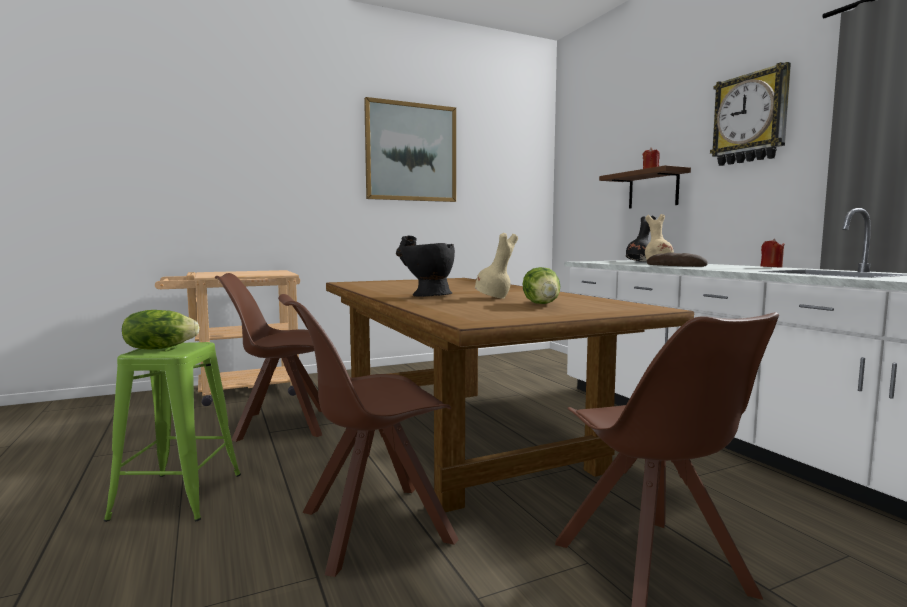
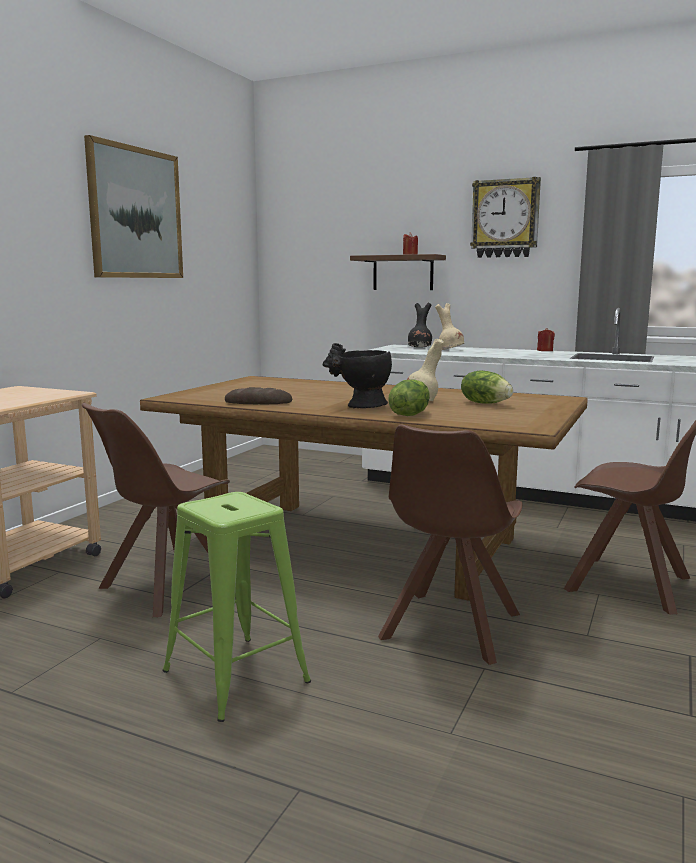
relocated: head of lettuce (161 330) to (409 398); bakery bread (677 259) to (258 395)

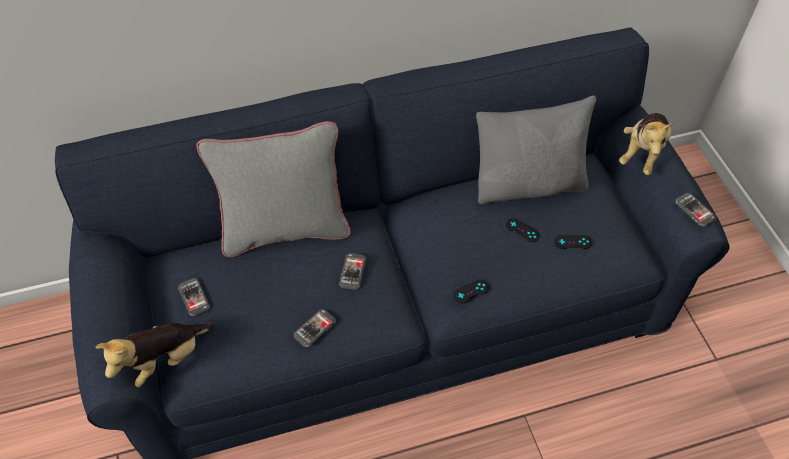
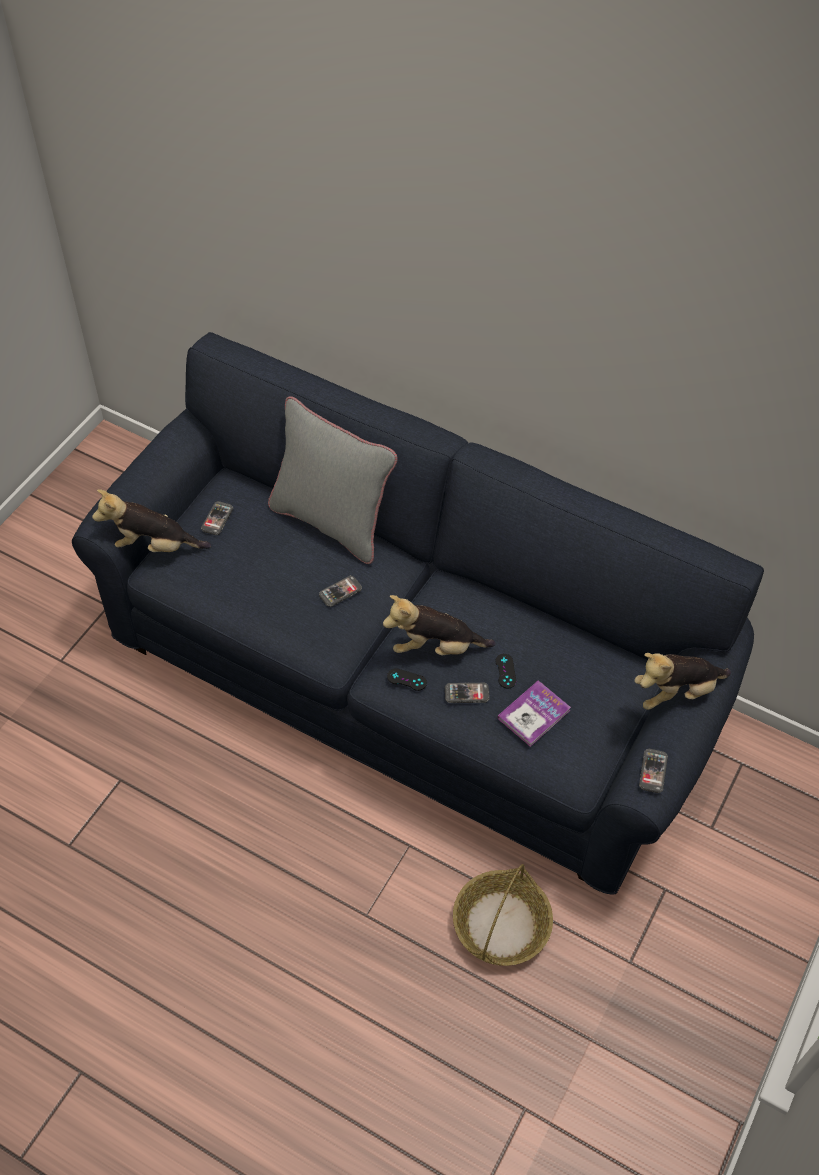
missing: cushion (greyish) (536 149)
appeared: cuddly toy (439 625); storage basket (503 915)
relocated: handset (315 328) to (467 693)
exchanged: game controller (black-coloured) (573 242) to book (534 713)

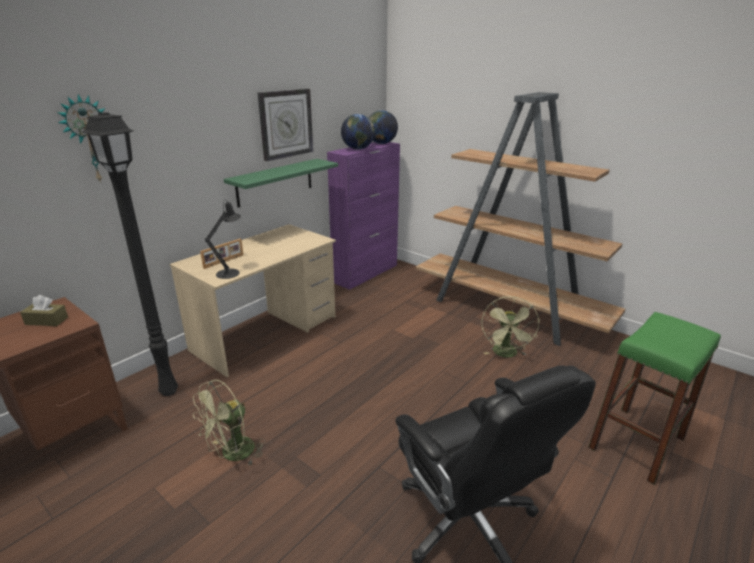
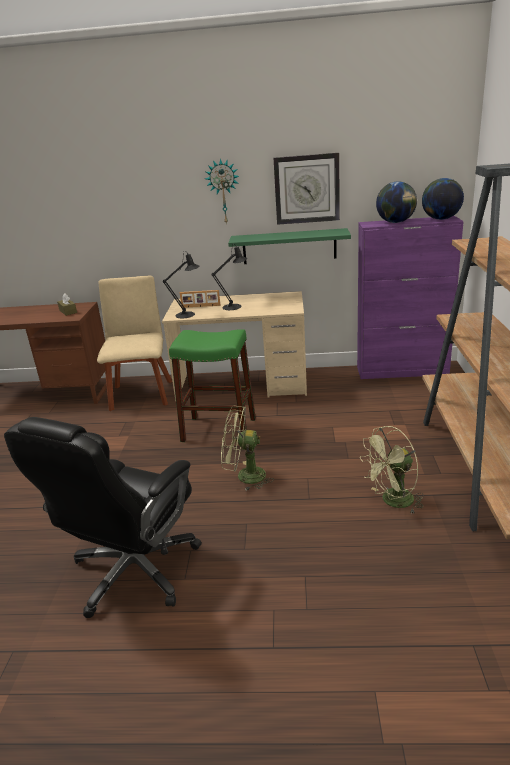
appeared: lamp for a table (black-coloured) (229 277)
relocated: wall clock (81 138) to (222 191); fan (green-coloured) (229 422) to (247 448); stool (green-coloured) (654 398) to (212 385)
exchanged: standing lamp (black-coloured) (130 254) to chair (sand-coloured) (134 343)

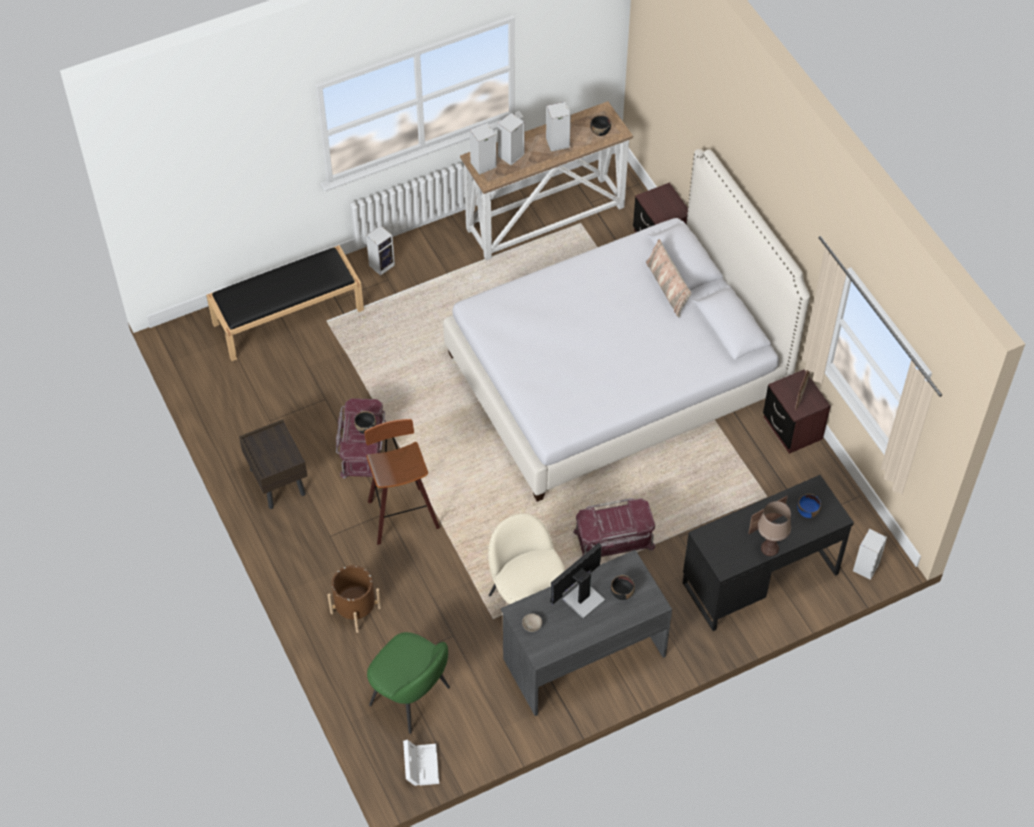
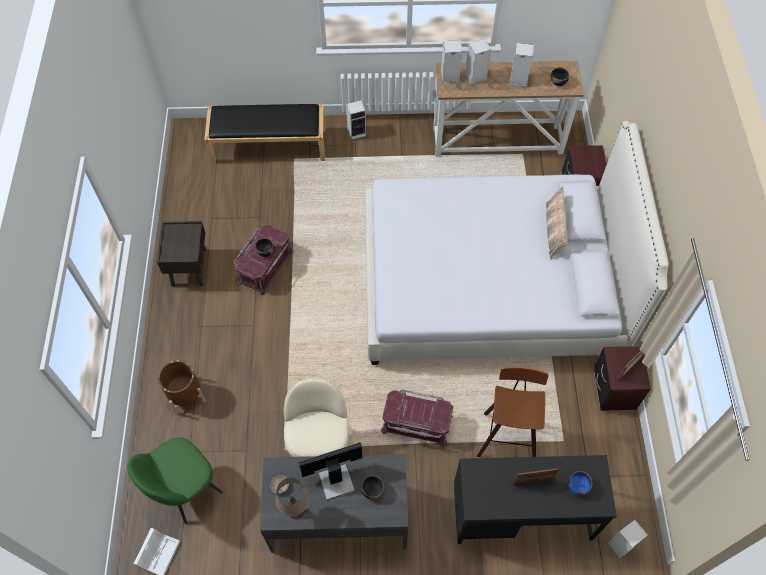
relocated: stool (402 482) to (513 412); lamp for a table (brownish) (774 528) to (292 498)
spun: chair (green-coloured) (408 683) = (175 480) 75 degrees clockwise

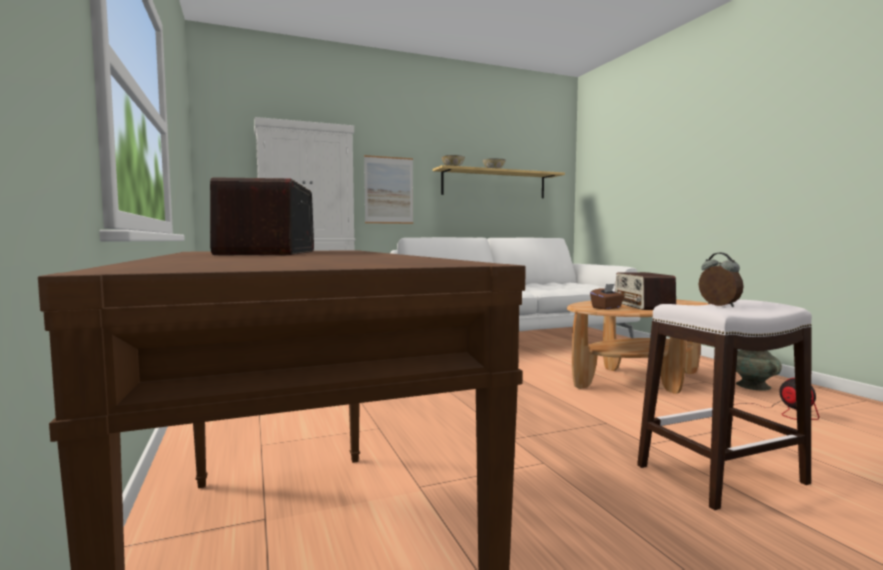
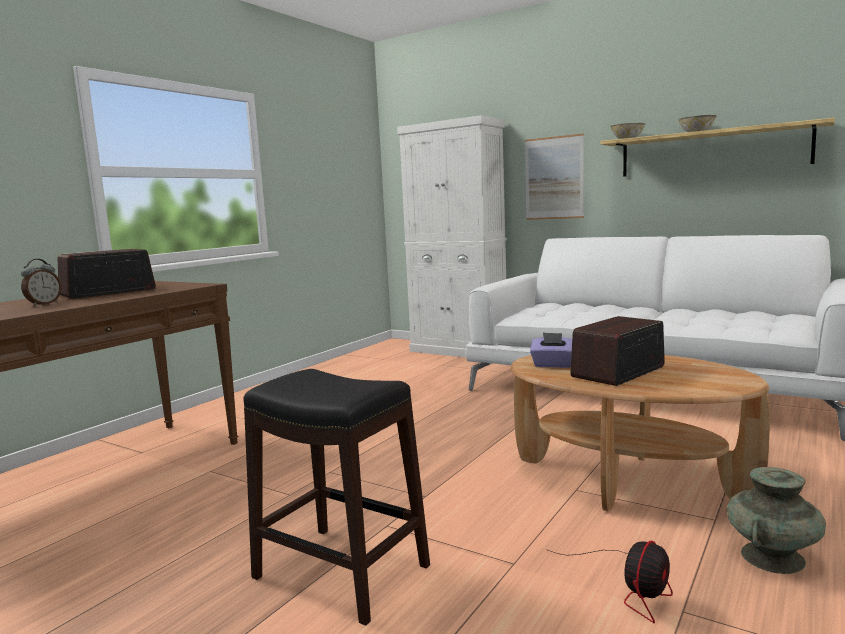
relocated: table clock (721 279) to (41 282)
colour: tissue box (brownish) (607 297) to tissue box (purple-coloured) (551 350); stool (whitish) (724 405) to stool (black-coloured) (336 497)

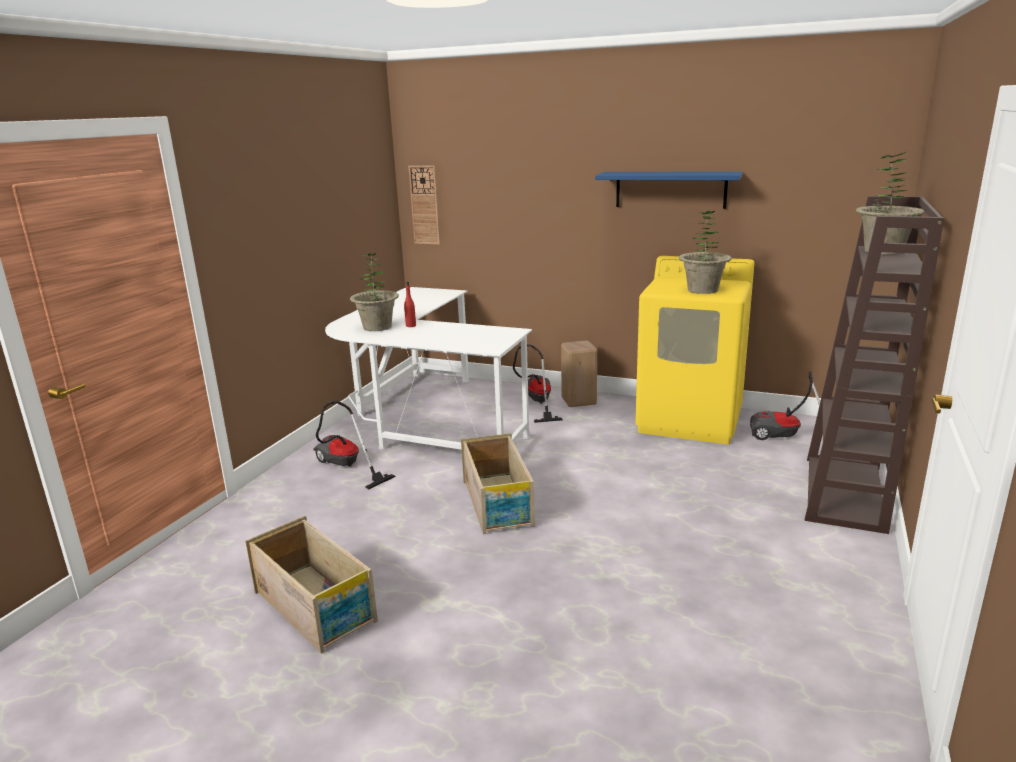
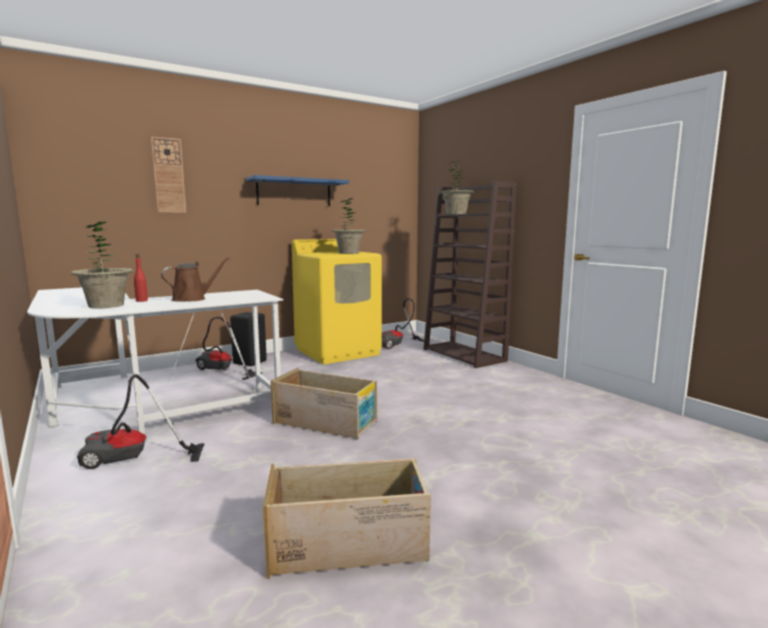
appeared: watering pot (brownish) (195 279)
relocated: wall clock (424 205) to (168 174)
colour: stool (sand-coloured) (579 374) to stool (black-coloured) (248 339)

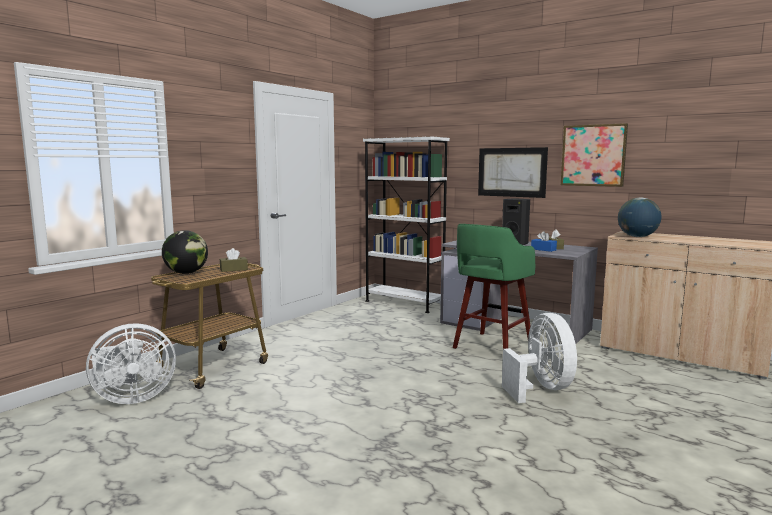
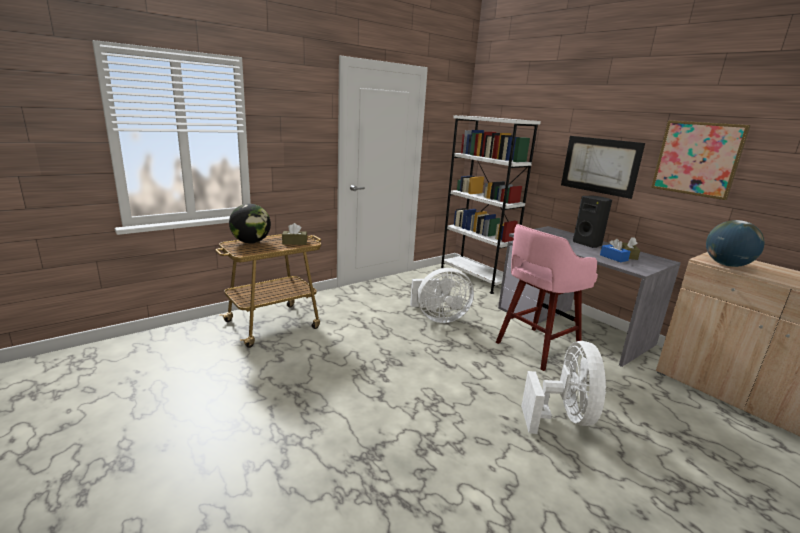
relocated: fan (whitish) (131 363) to (442 295)
colour: stool (green-coloured) (494 286) to stool (pinkish) (547 297)

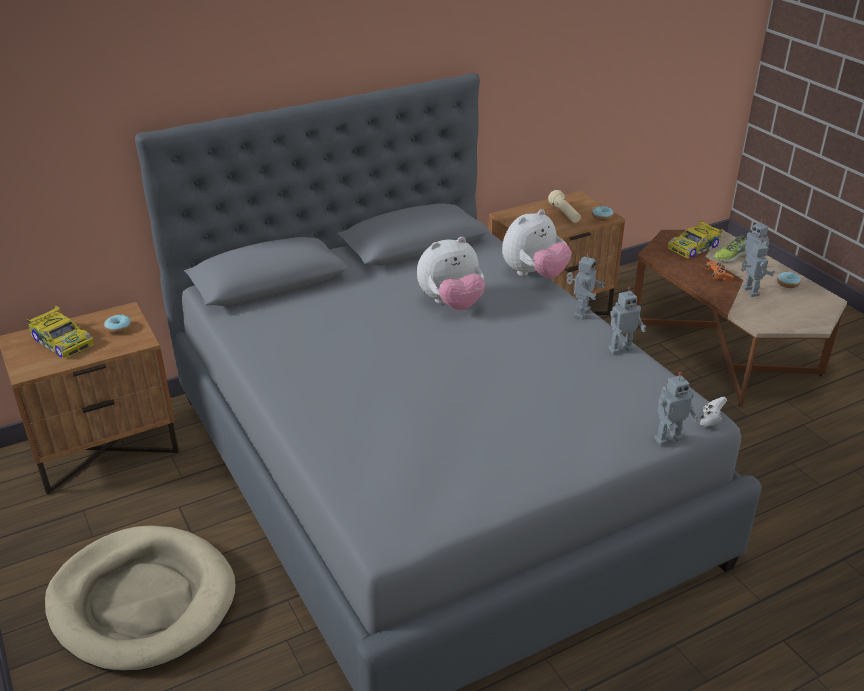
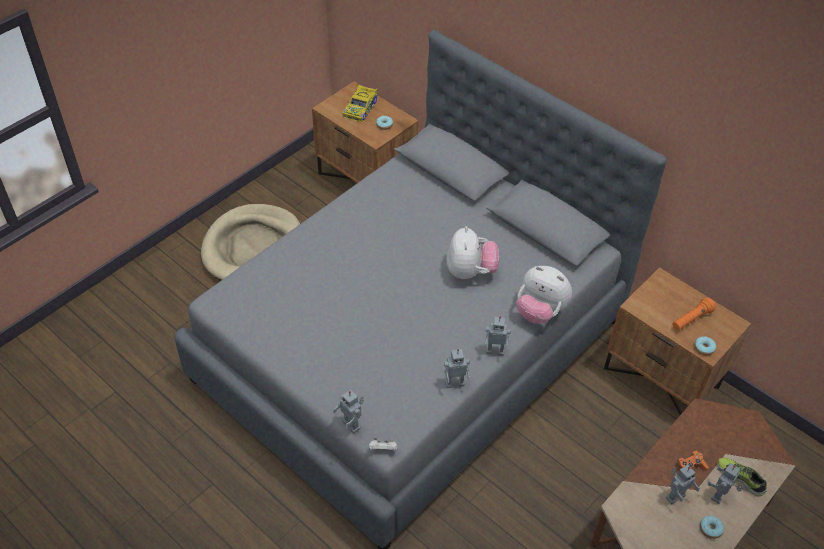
missing: model car (695 239)
colour: hand torch (sand-coloured) (564 206) to hand torch (orangey) (694 314)
spun: cuddly toy (451 273) = (472 252) 135 degrees counterclockwise; robot figure (627 320) = (457 368) 60 degrees counterclockwise

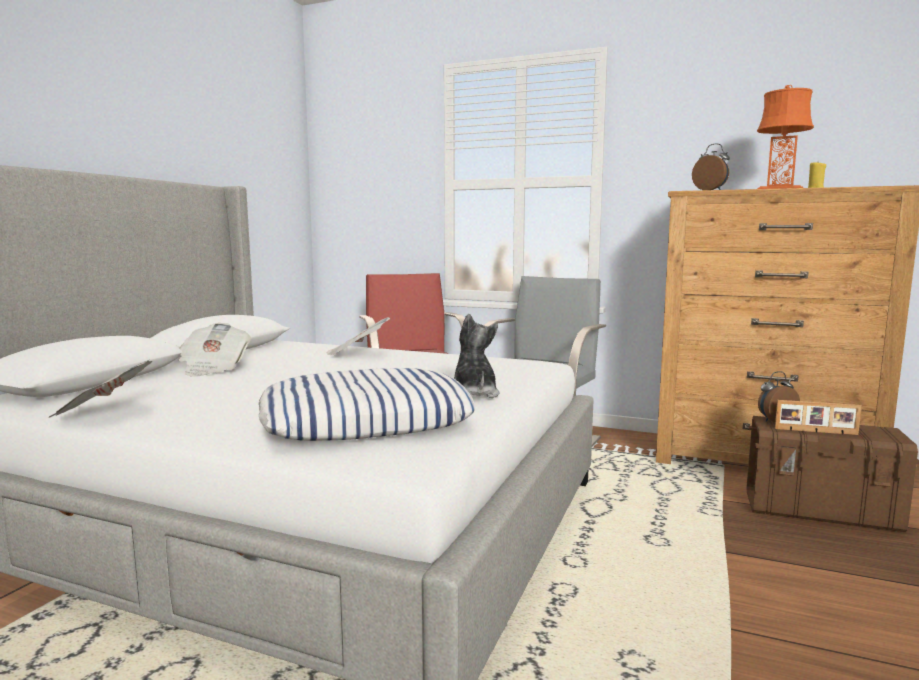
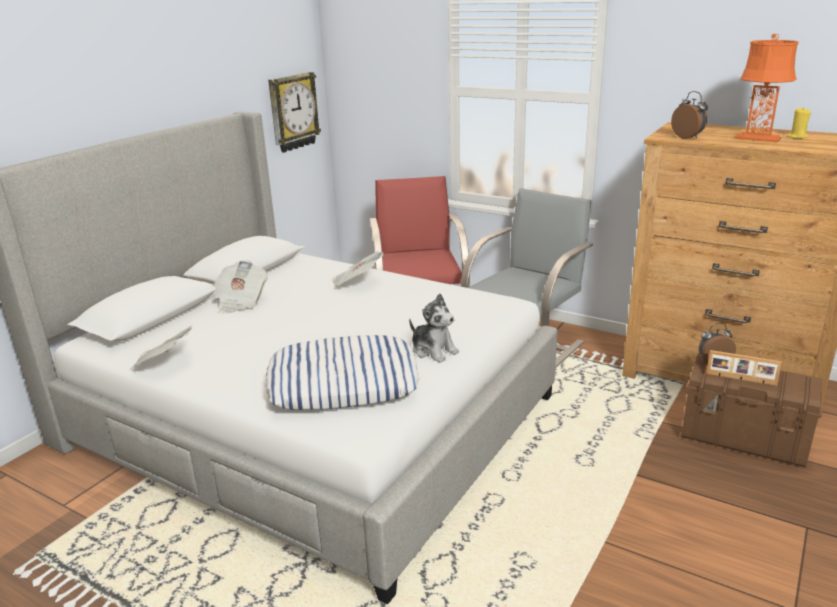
appeared: wall clock (294 112)
spun: cuddly toy (477 356) = (434 328) 135 degrees clockwise

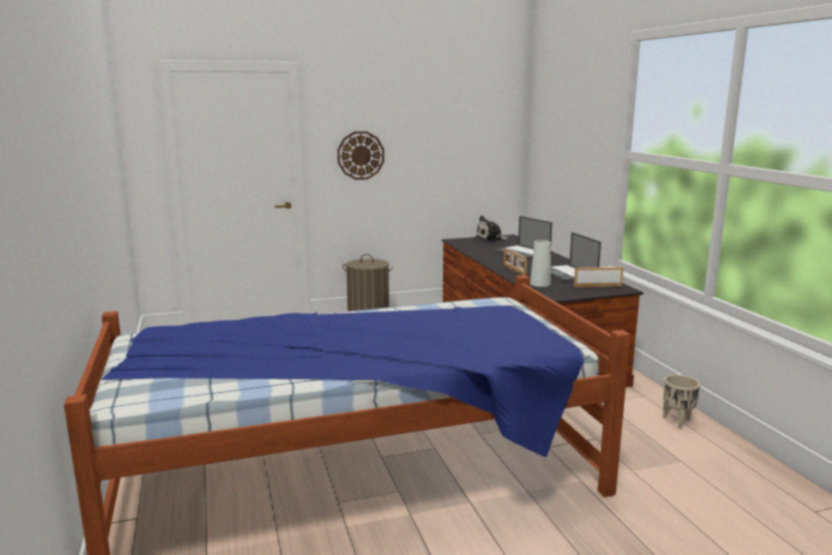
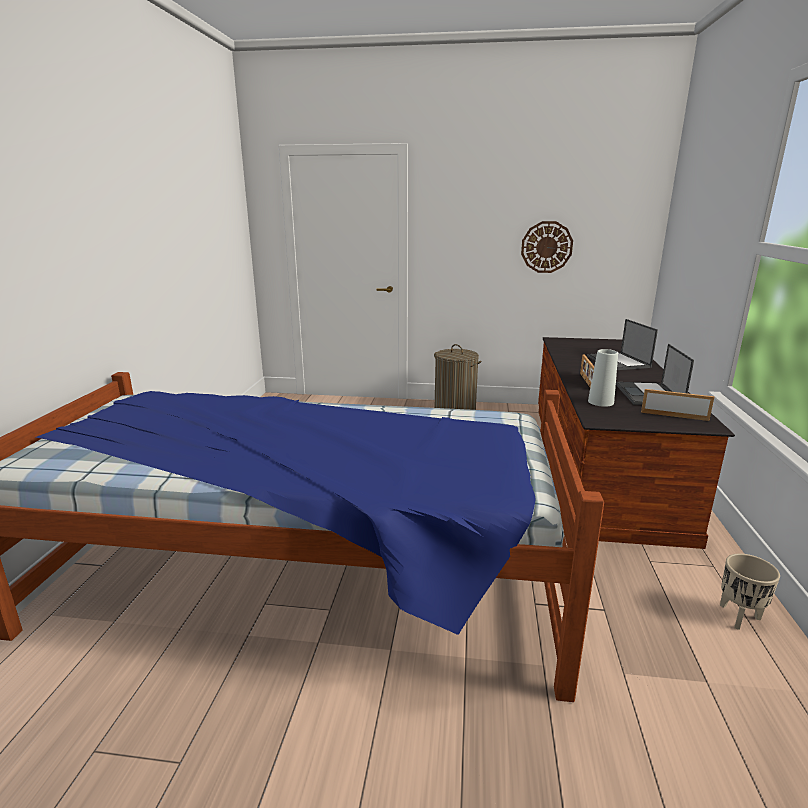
missing: cuddly toy (492 229)
relocated: wall clock (360 155) to (547 247)

